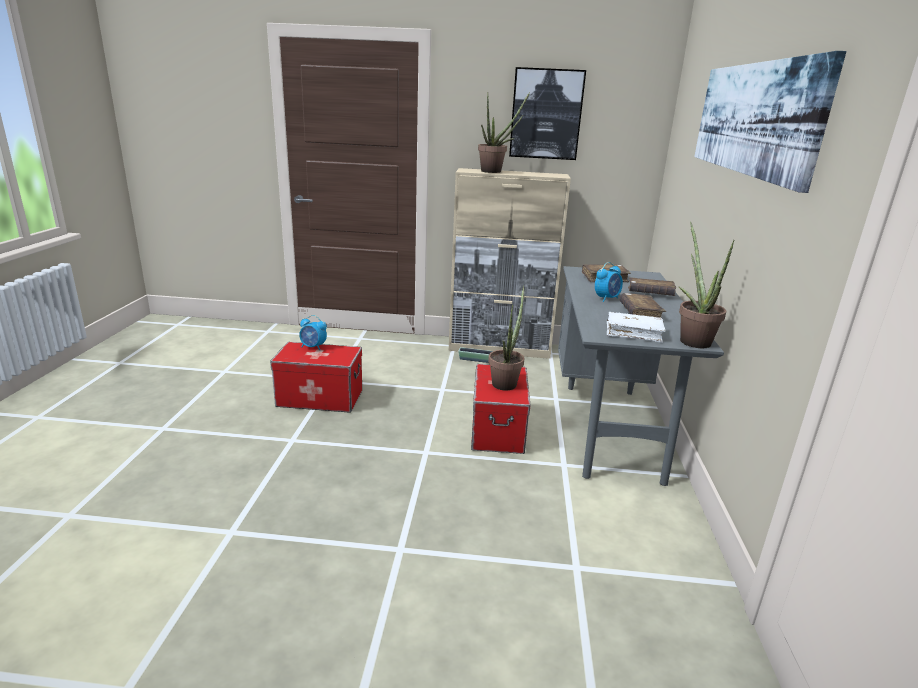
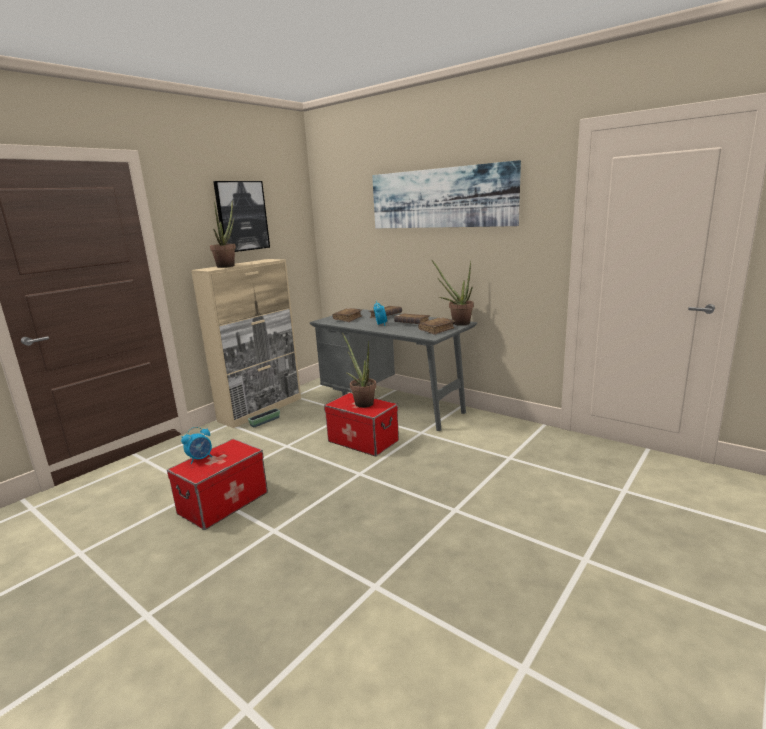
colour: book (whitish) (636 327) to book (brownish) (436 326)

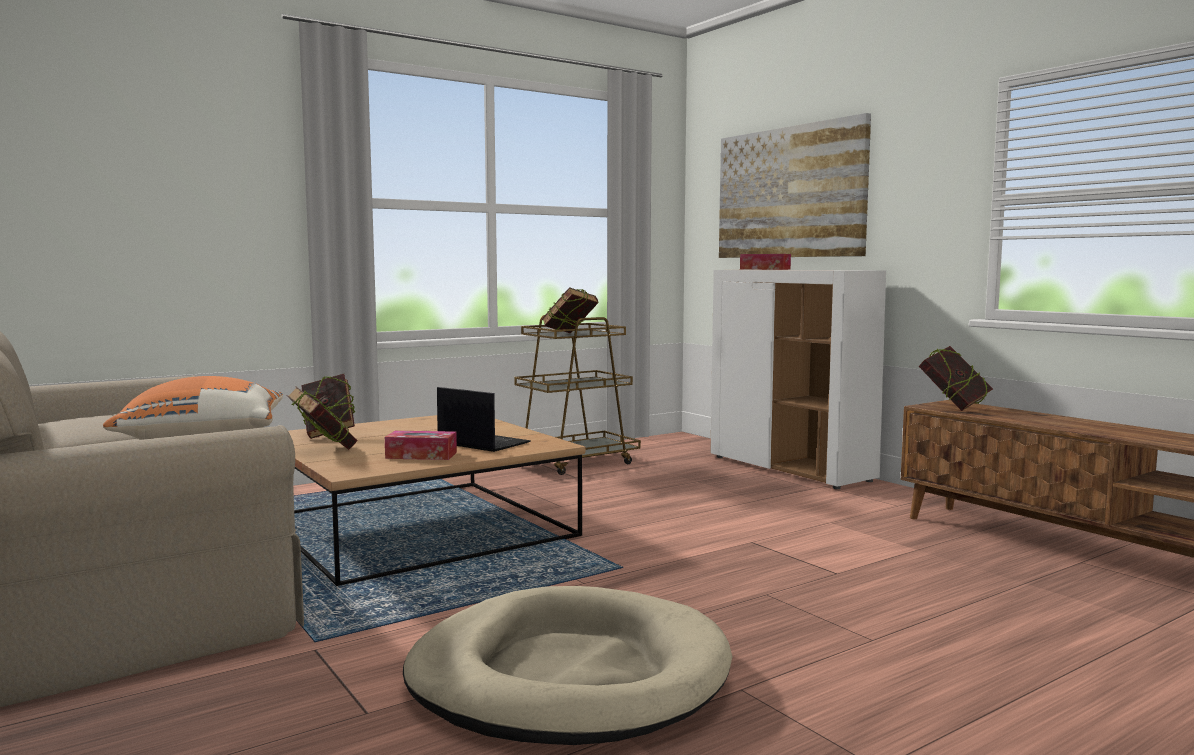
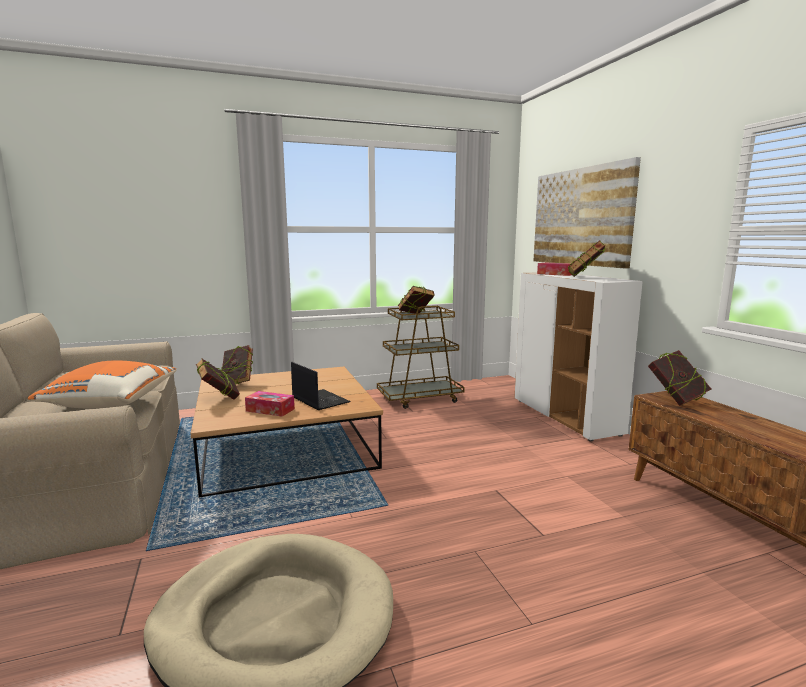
appeared: book (586 258)

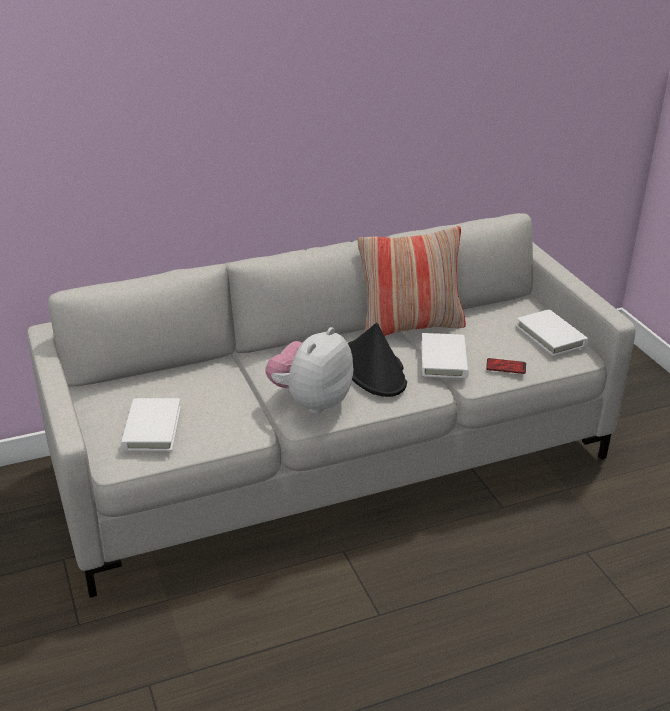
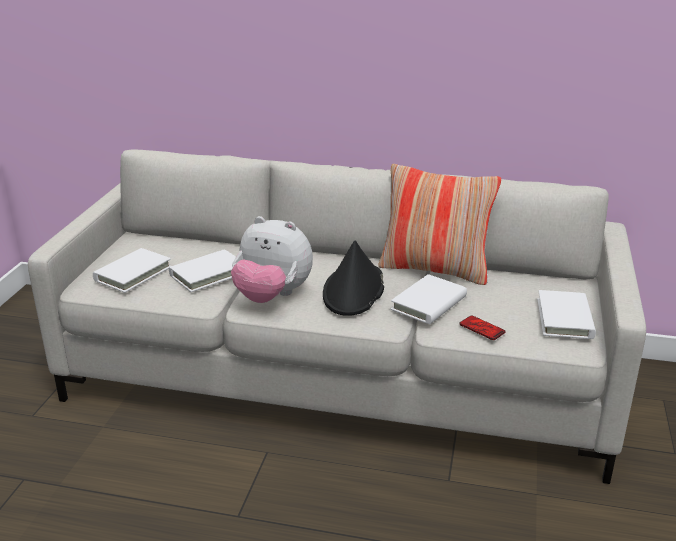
appeared: book (whitish) (202 270)
spun: cuddly toy (309 370) = (272 259) 135 degrees counterclockwise

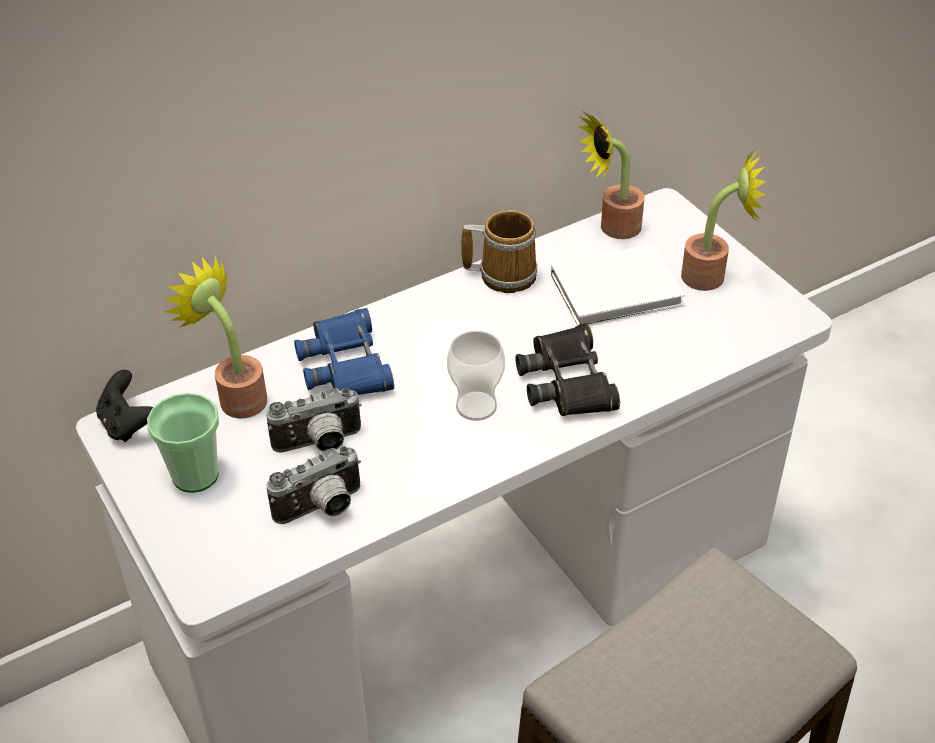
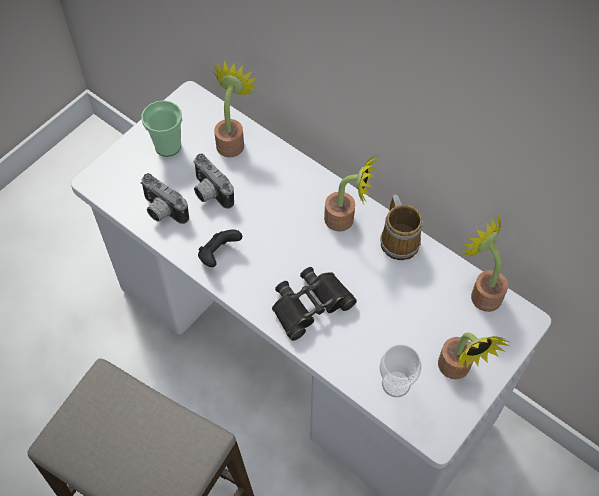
missing: binoculars (blue) (344 351); book (whitish) (618 285)
appeared: potted plant (350 193)
relocated: game controller (black-coloured) (124 406) to (220 248); small cup (476 376) to (400 371)

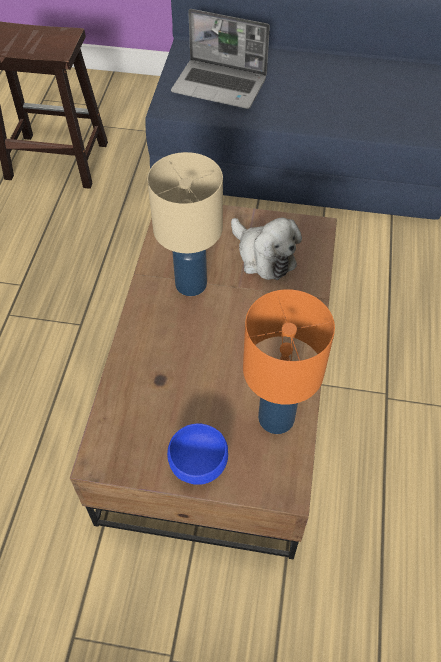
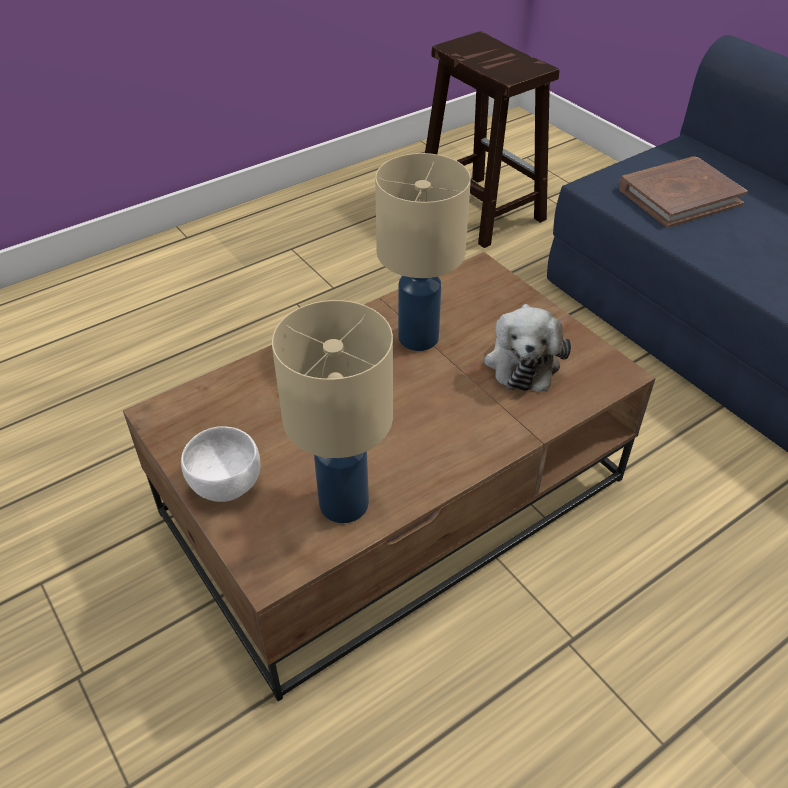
exchanged: portable computer (220 59) to book (brownish) (683 192)
colour: bowl (blue) (197 454) to bowl (whitish) (220 464); lamp for a table (orangey) (289 361) to lamp for a table (sand-coloured) (332 411)

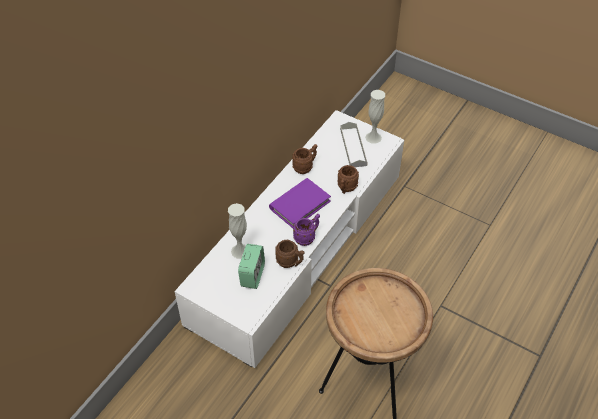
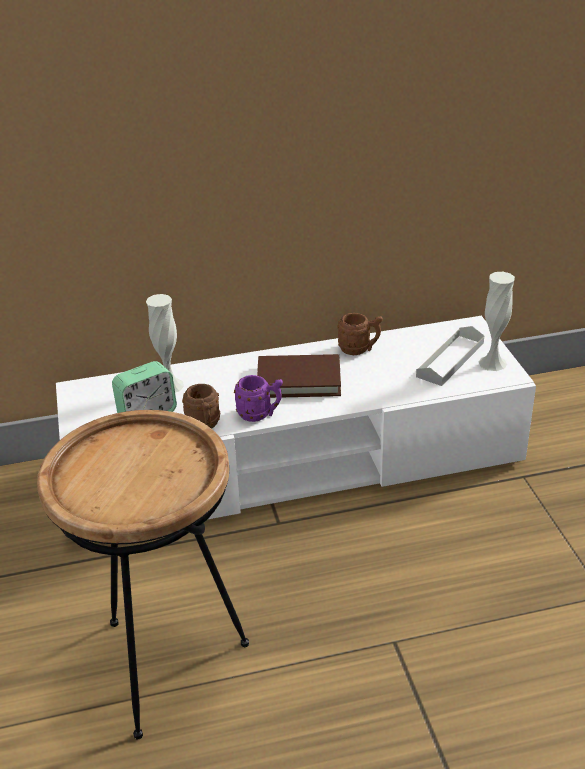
missing: tea mug (brownish) (348 179)
colour: book (purple-coloured) (300 203) to book (brownish) (299 376)

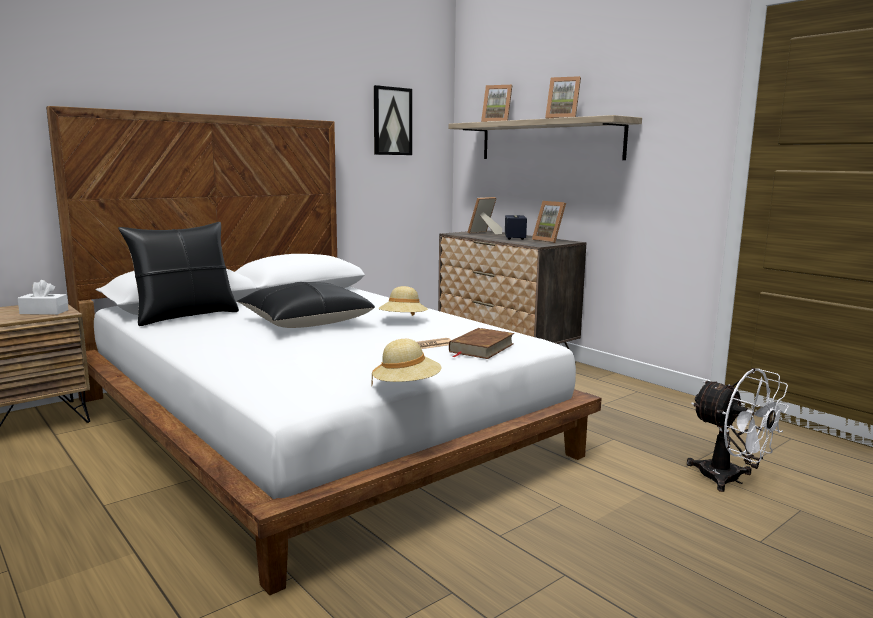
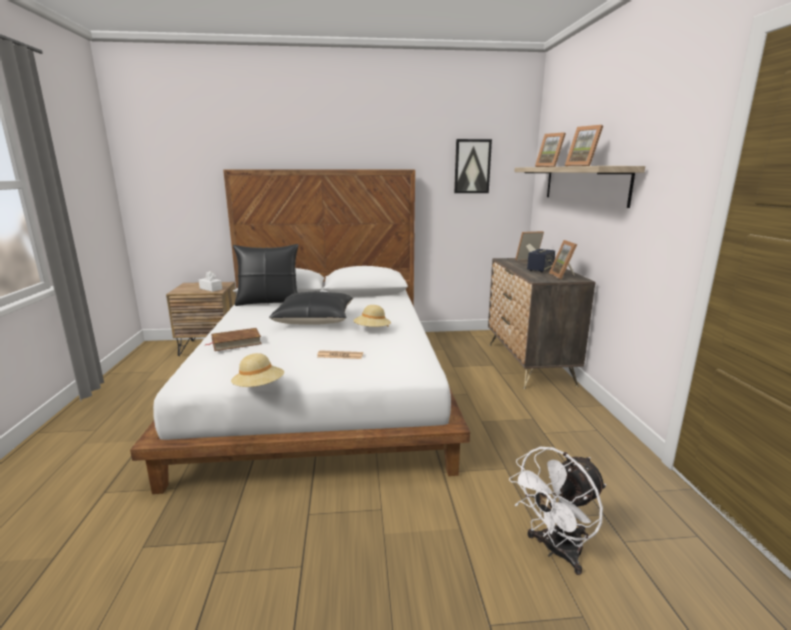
relocated: book (brownish) (481 343) to (233 339)
spun: fan (whitish) (738 430) = (557 511) 60 degrees clockwise

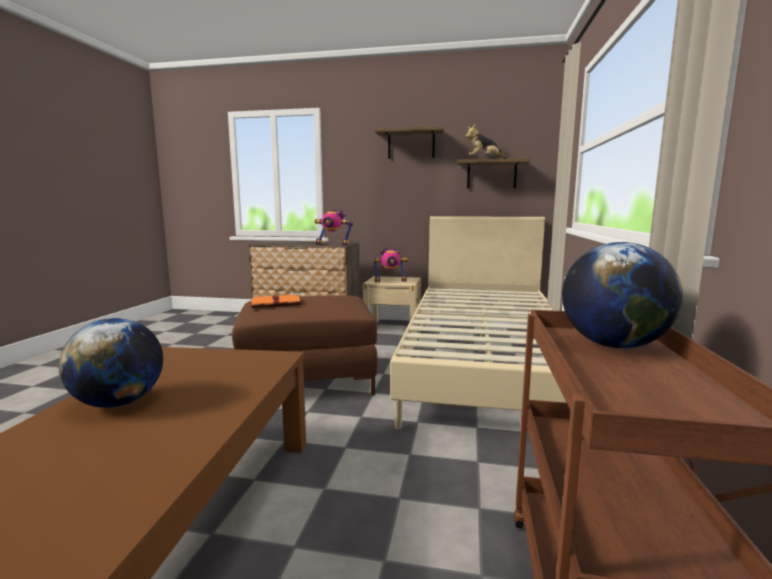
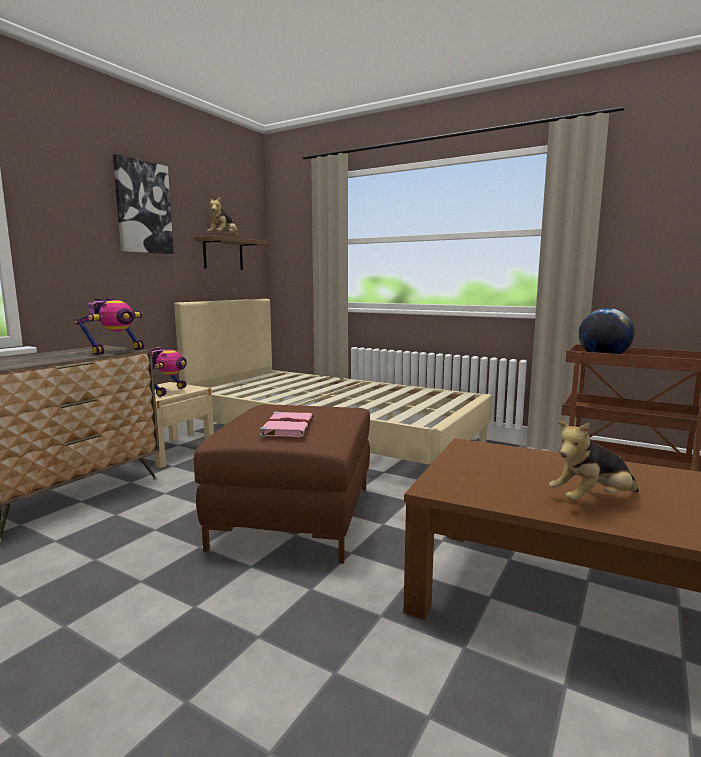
exchanged: desk globe (111 363) to cuddly toy (594 461); shelf (409 142) to wall picture (143 204)
colour: book (orangey) (276 301) to book (pinkish) (286 424)

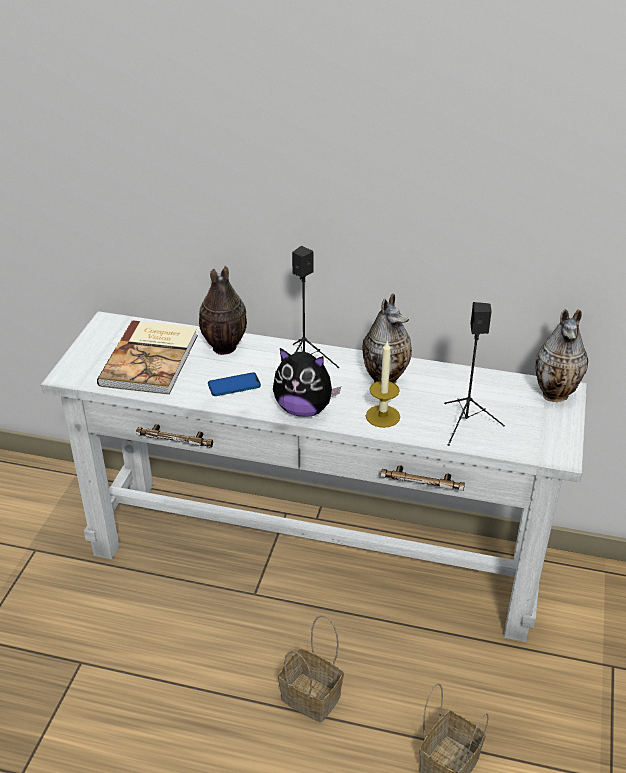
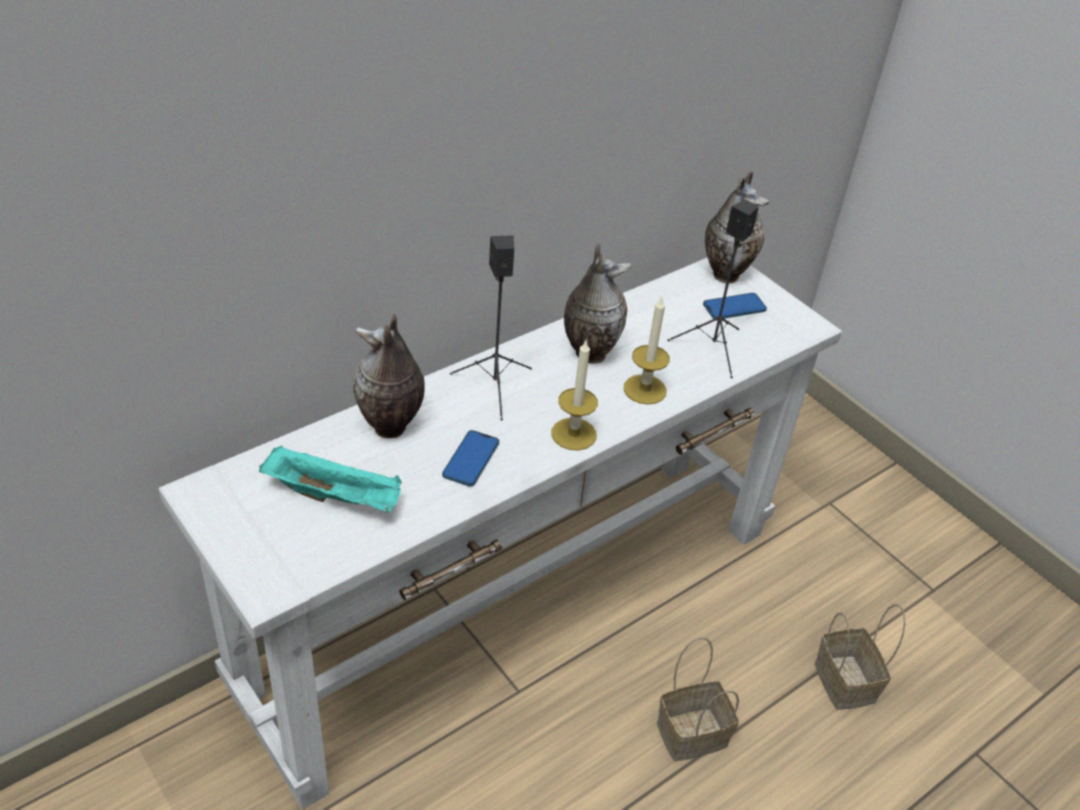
appeared: handset (735 306)
exchanged: book (147 357) to carrying tray (turquoise) (330 479); cuddly toy (307 382) to wax candle (575 396)

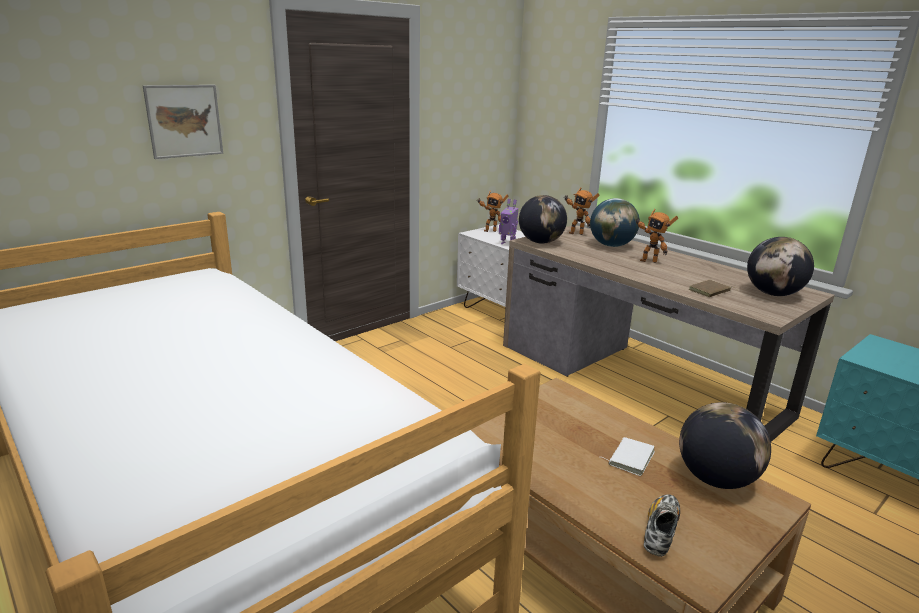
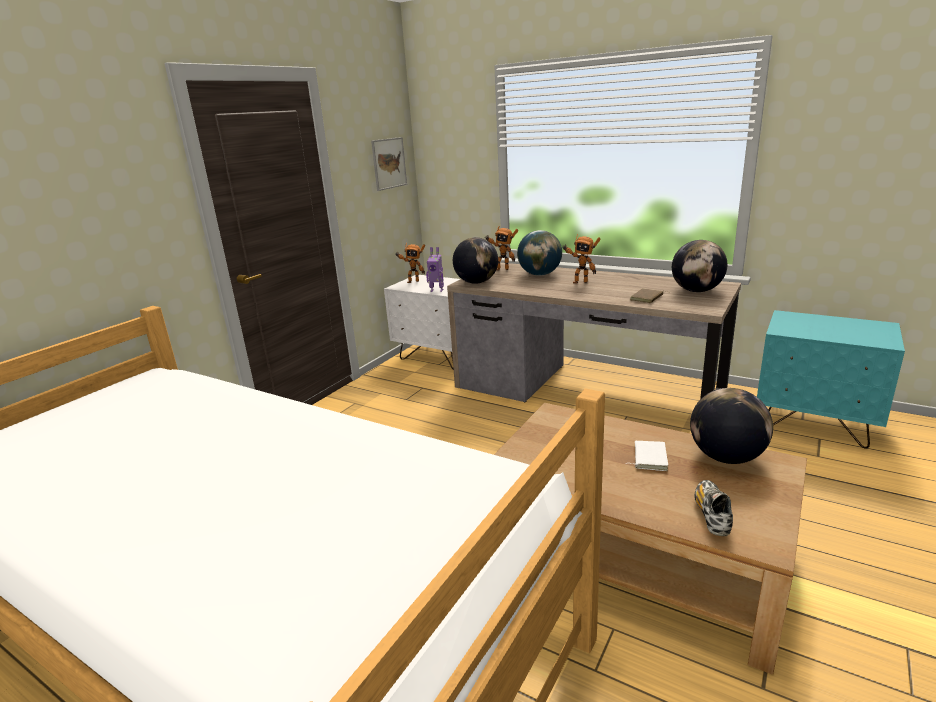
relocated: wall picture (183 122) to (389 164)

